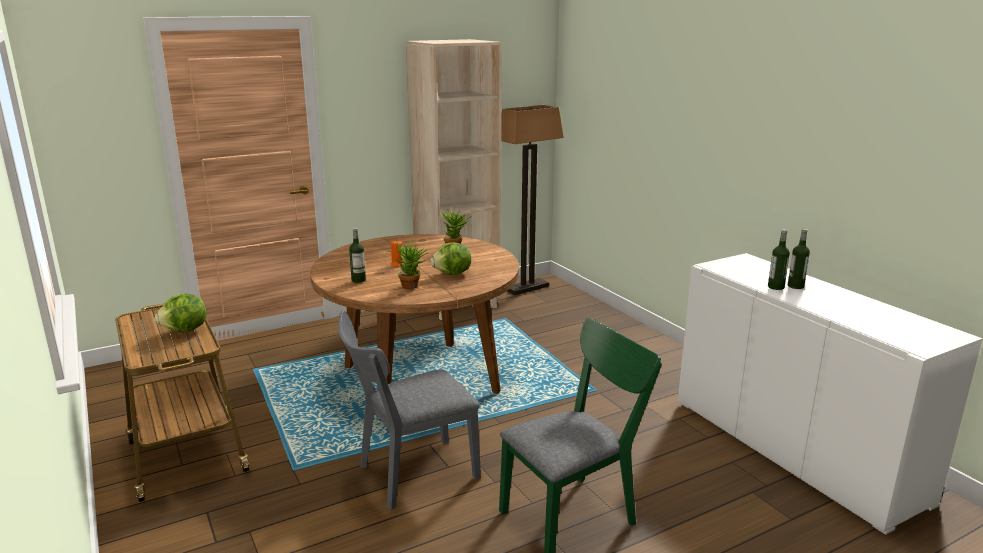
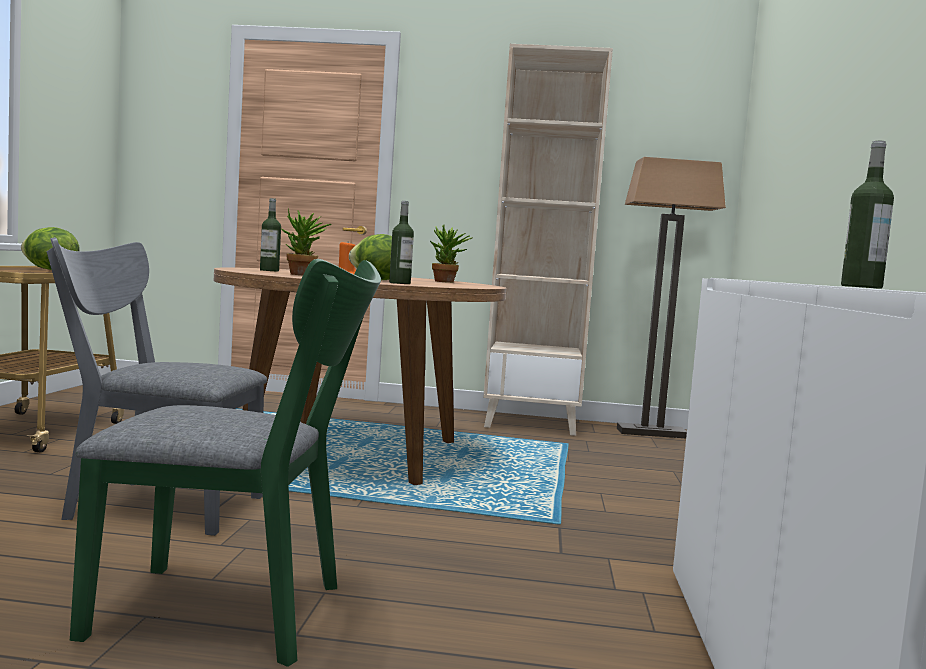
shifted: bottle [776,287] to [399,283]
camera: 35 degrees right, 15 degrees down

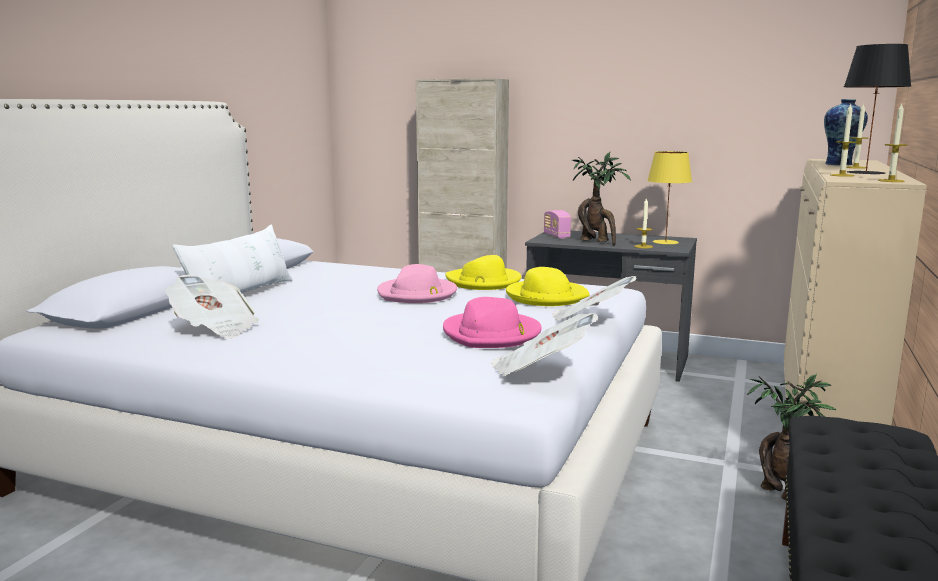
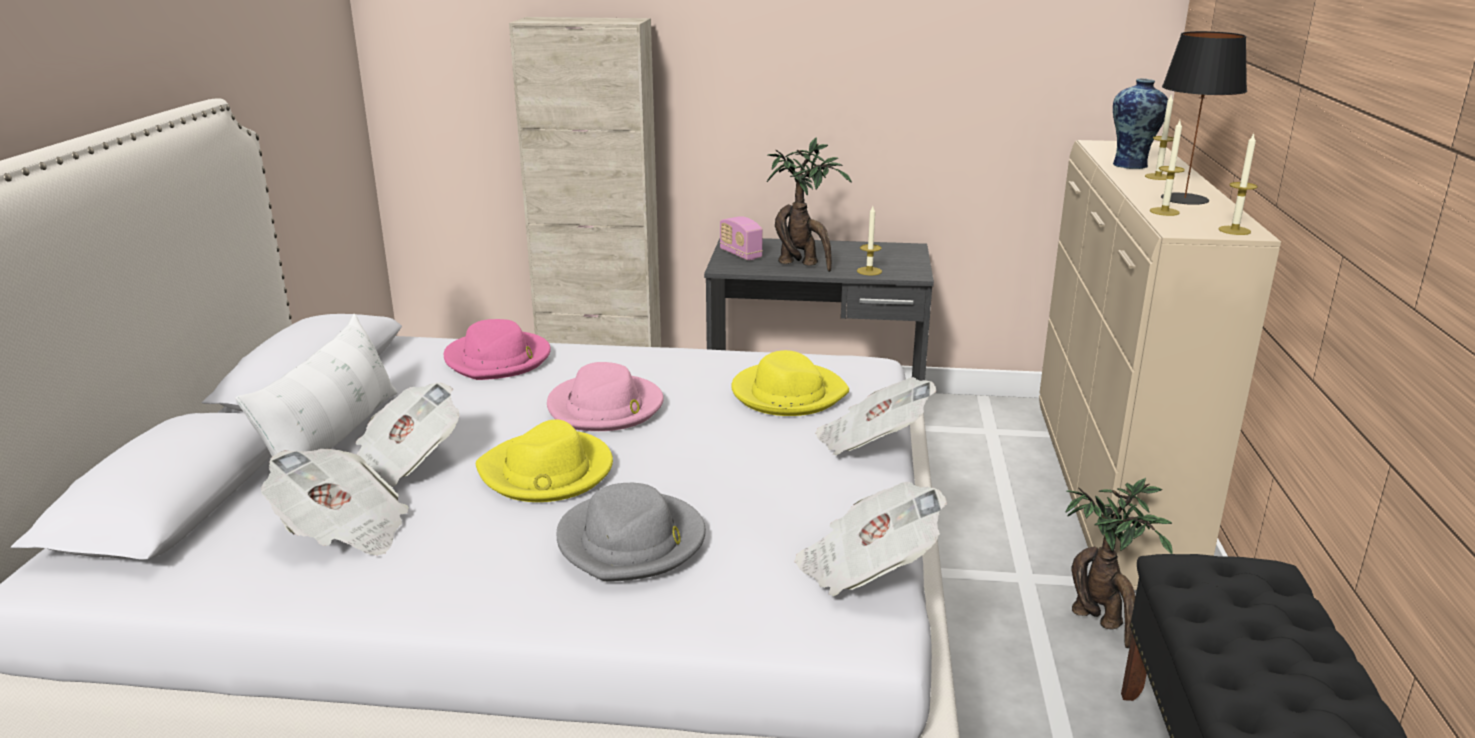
gone: table lamp (yellow) [665,242]
new: newspaper [402,464]; hat (grey) [632,542]
shifted: hat (pink) [492,334] to [498,360]; hat (yellow) [483,282] to [547,472]
camera: 15 degrees left, 10 degrees up

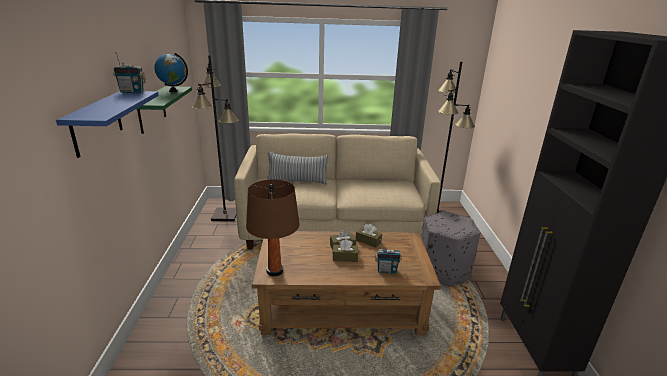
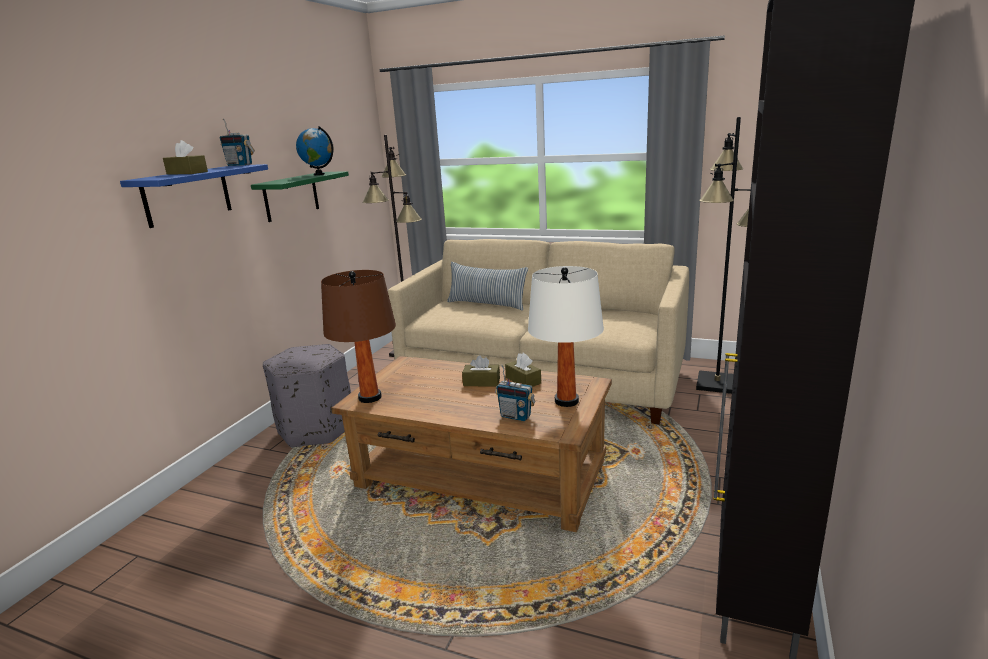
new: table lamp (white) [566,401]
shifted: tissue box (brown) [345,257] to [187,173]; ottoman (grey) [443,270] to [316,429]
camera: 25 degrees right, 5 degrees down

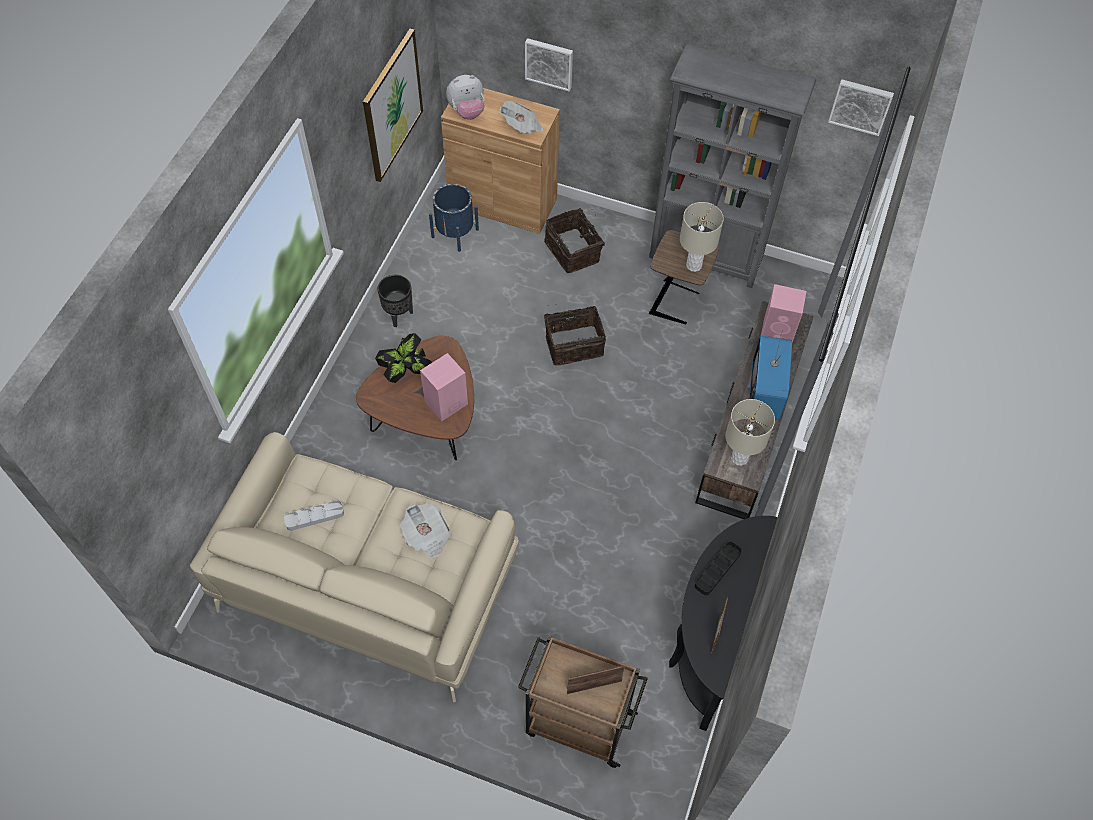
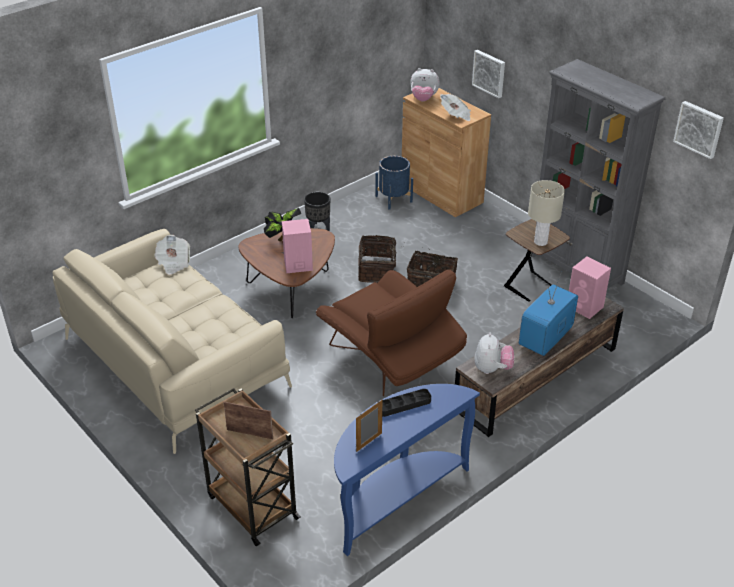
gone: tray (grey) [314,517]; picture [392,105]
new: armchair (brown) [392,359]
shifted: newspaper [427,536] to [173,263]; basket [573,250] to [377,270]
swapped: table lamp (beige) [739,458] to plush toy [492,369]
repainted: console table (black) [707,639] to console table (blue) [395,498]
camera: 30 degrees right, 20 degrees down

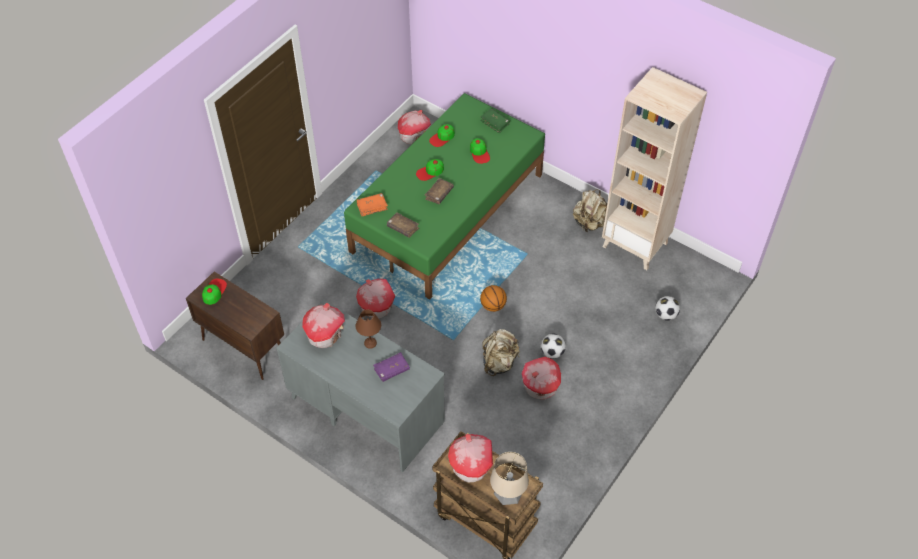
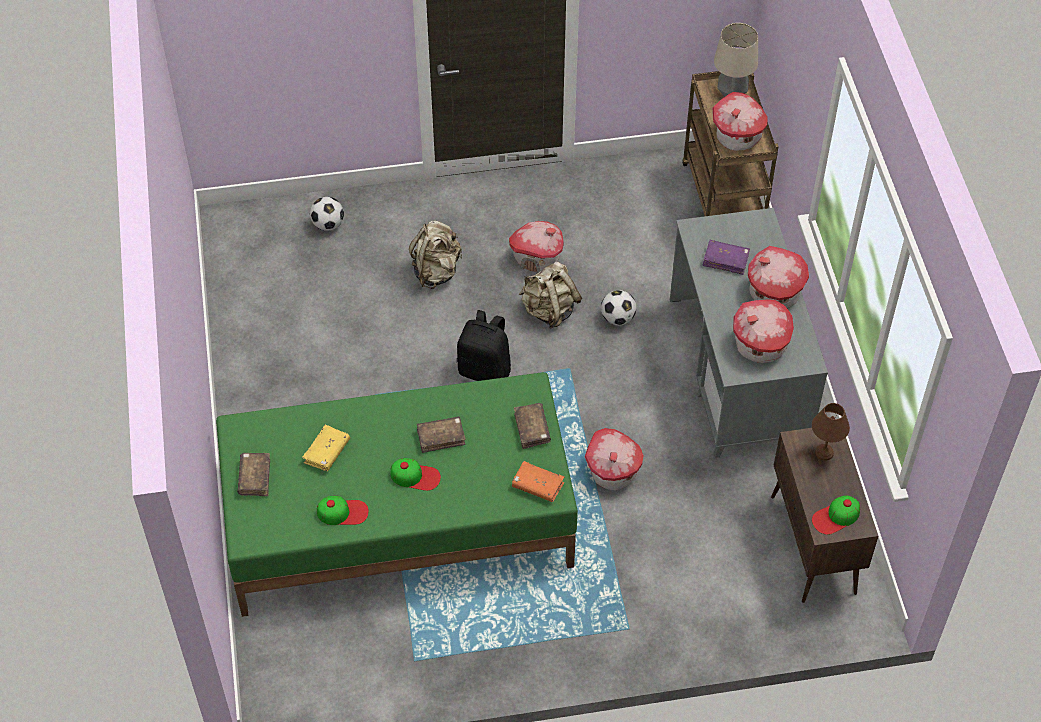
gone: bookcase (beige) [635,245]
shifted: table lamp (brown) [370,343] to [825,452]; toy house [414,135] to [773,293]; football [552,352] to [617,318]; backpack (beige) [589,223] to [436,271]
swapped: cap [479,153] to book (yellow) [327,452]; basketball [493,306] to backpack (black) [485,370]
repainted: book (green) [495,123] to book (brown) [254,478]
camera: 135 degrees left, 0 degrees up

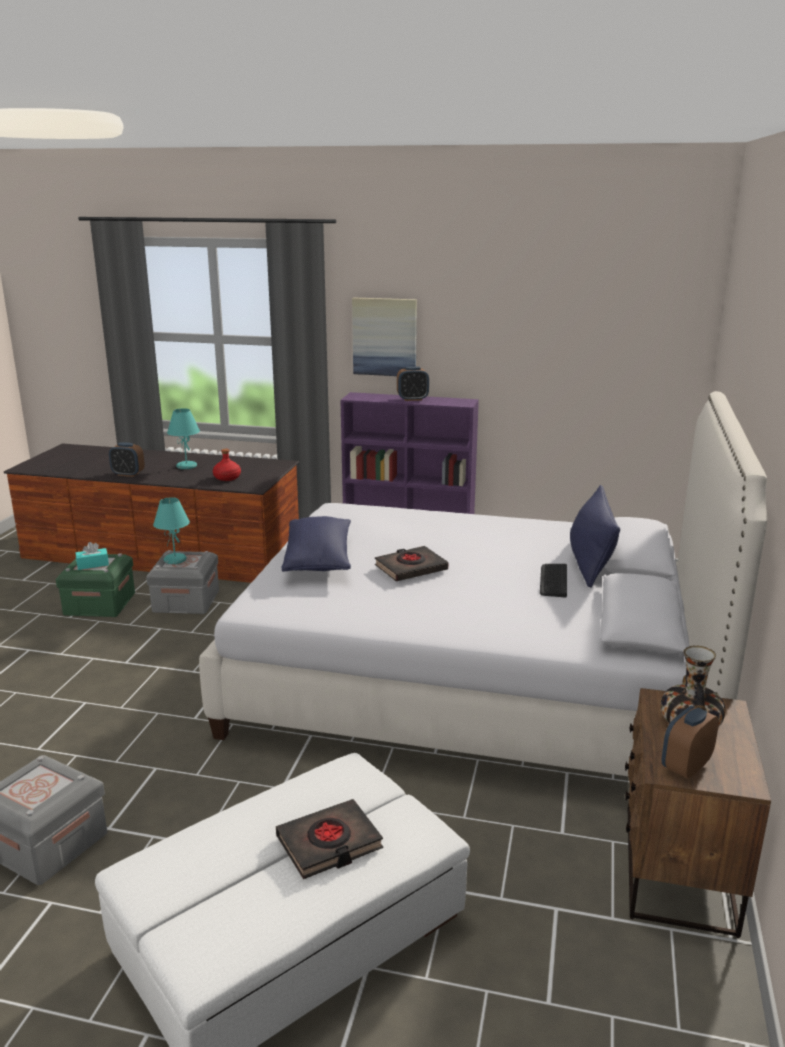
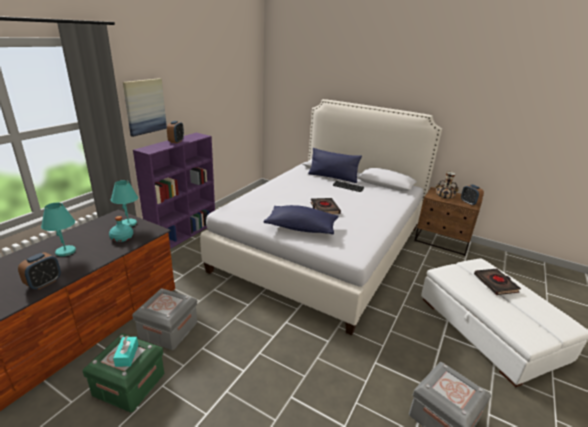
shifted: table lamp (turquoise) [175,560] to [129,224]
repainted: bottle (red) [227,478] to bottle (turquoise) [122,238]
camera: 75 degrees left, 5 degrees up

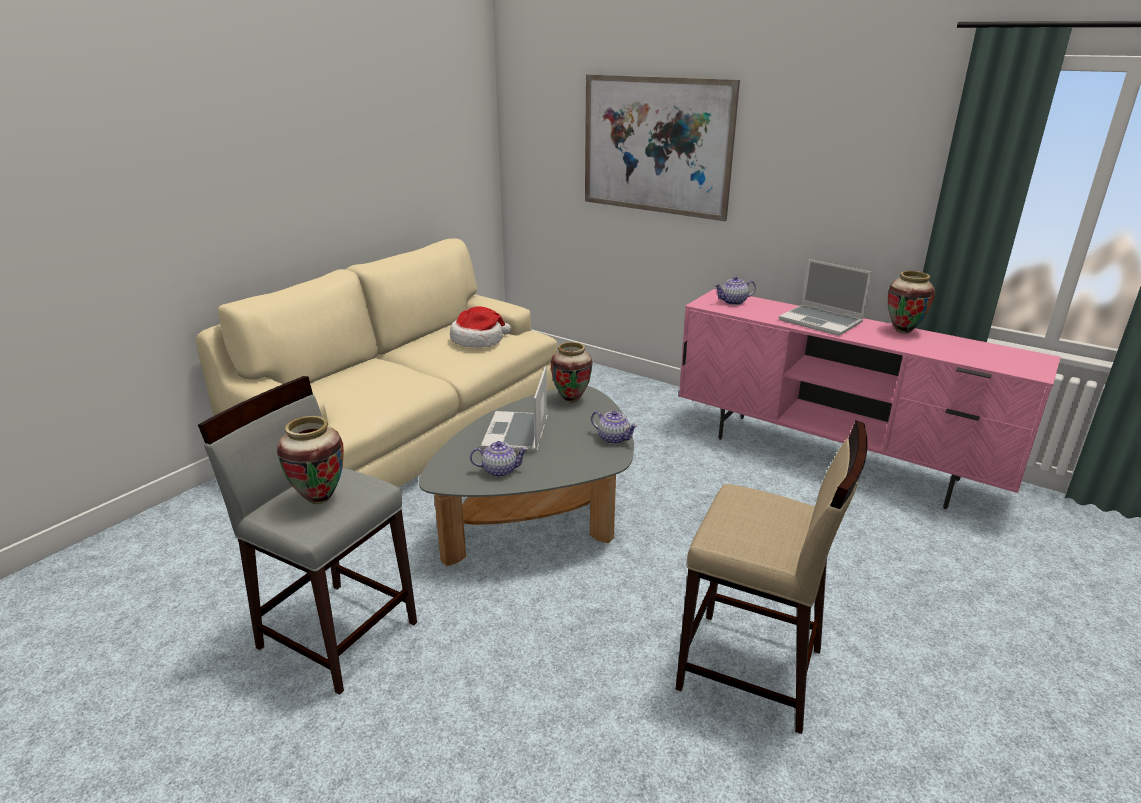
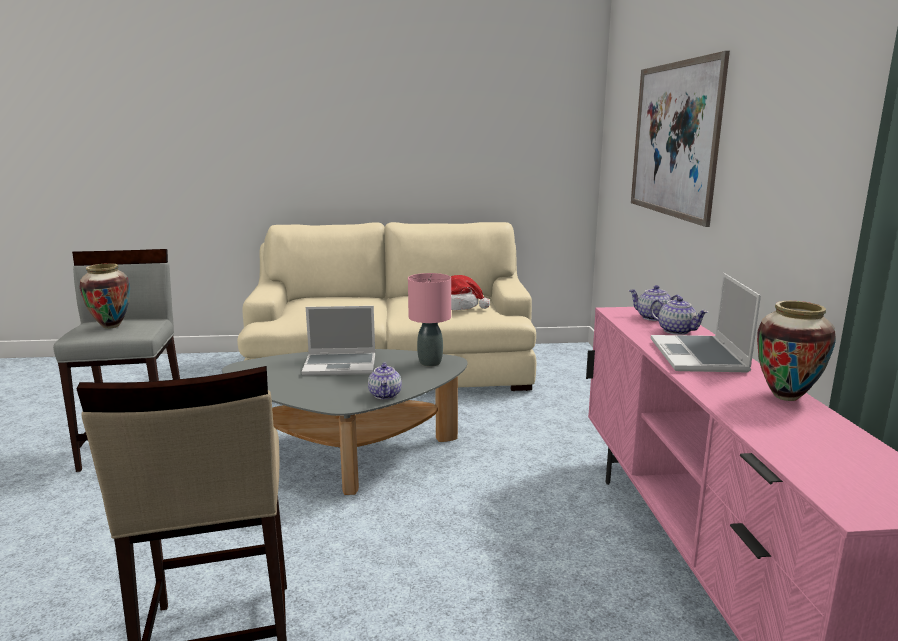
shifted: teapot [500,470] to [676,331]
swapped: vase [571,399] to table lamp (pink) [430,362]
rotated: laptop [517,434] = [341,365] 150 degrees counterclockwise
camera: 50 degrees right, 10 degrees down

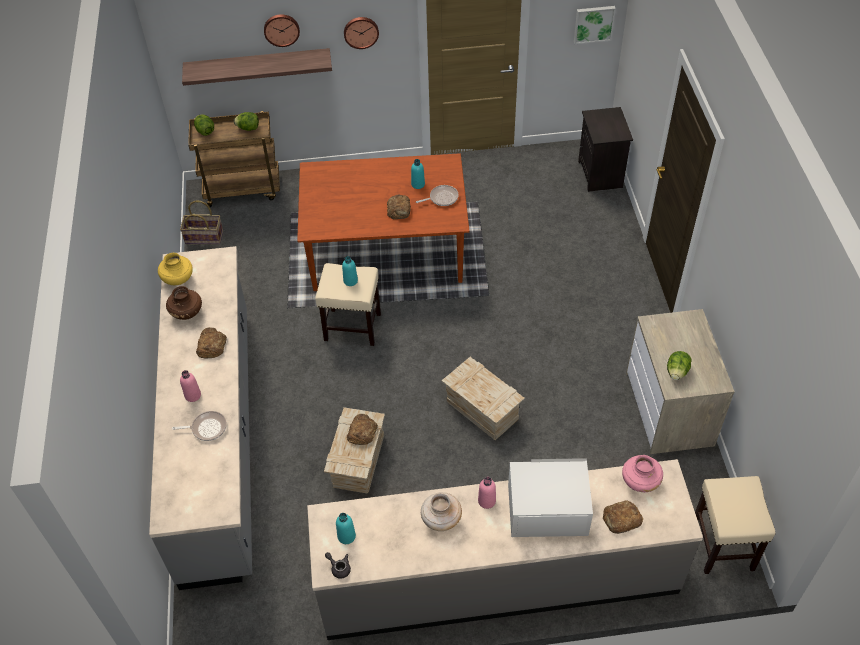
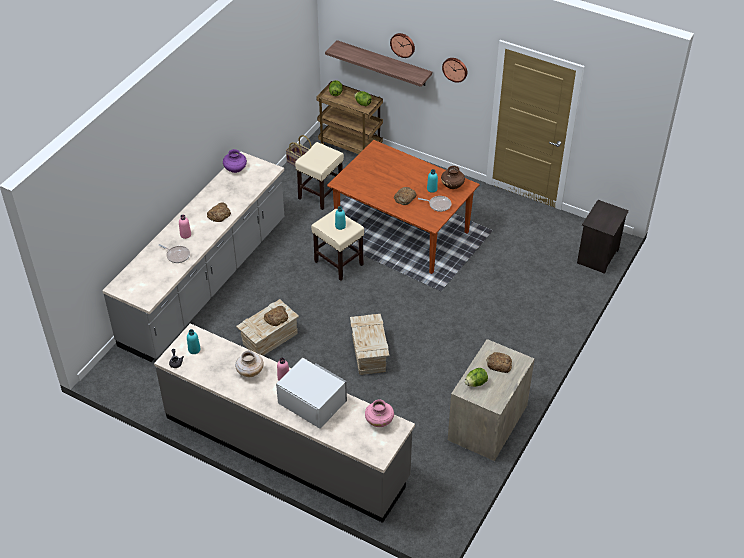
gone: picture [593,23]
shifted: vase (brown) [187,313] to [452,185]; bread [621,519] to [499,364]; stool (beige) [722,544] to [321,194]
repainted: vase (yellow) [178,279] to vase (purple) [235,169]
camera: 35 degrees right, 5 degrees down

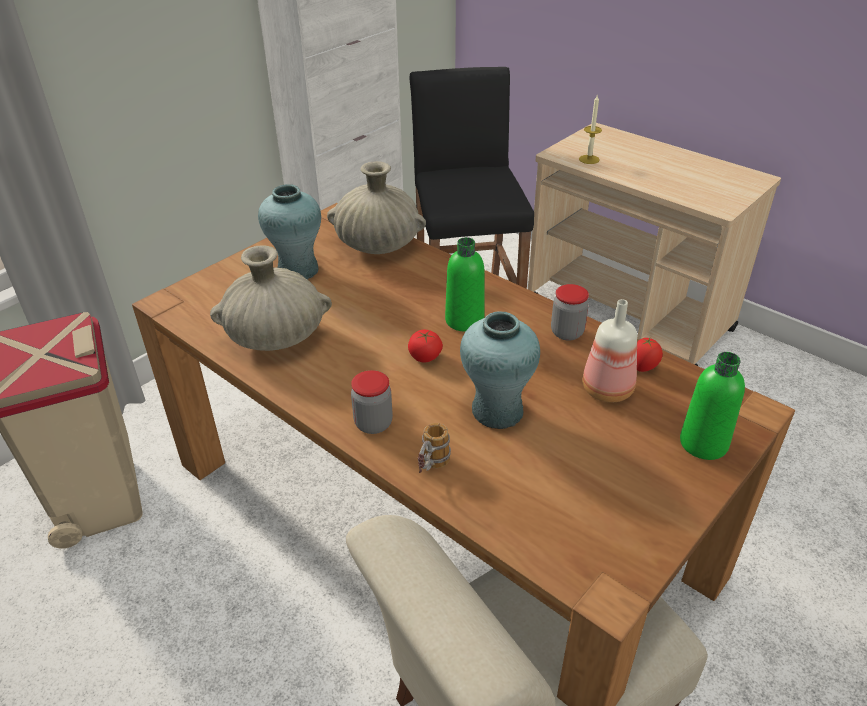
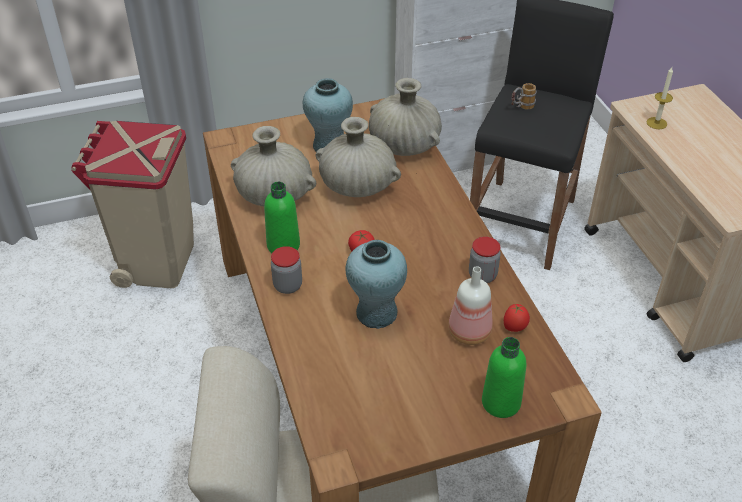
new: vase (beige) [357,186]
shifted: mug [431,467] to [521,108]; bottle (green) [464,320] to [283,245]
camera: 30 degrees right, 5 degrees up

